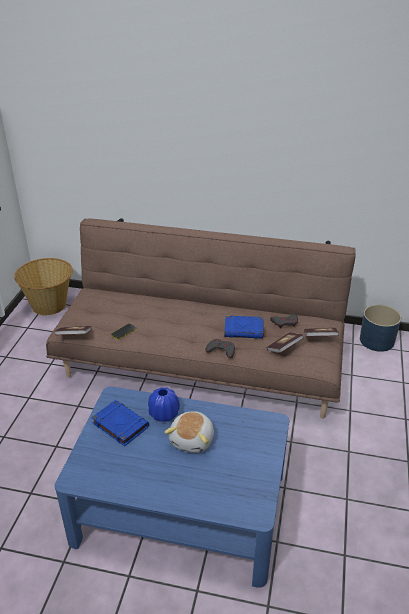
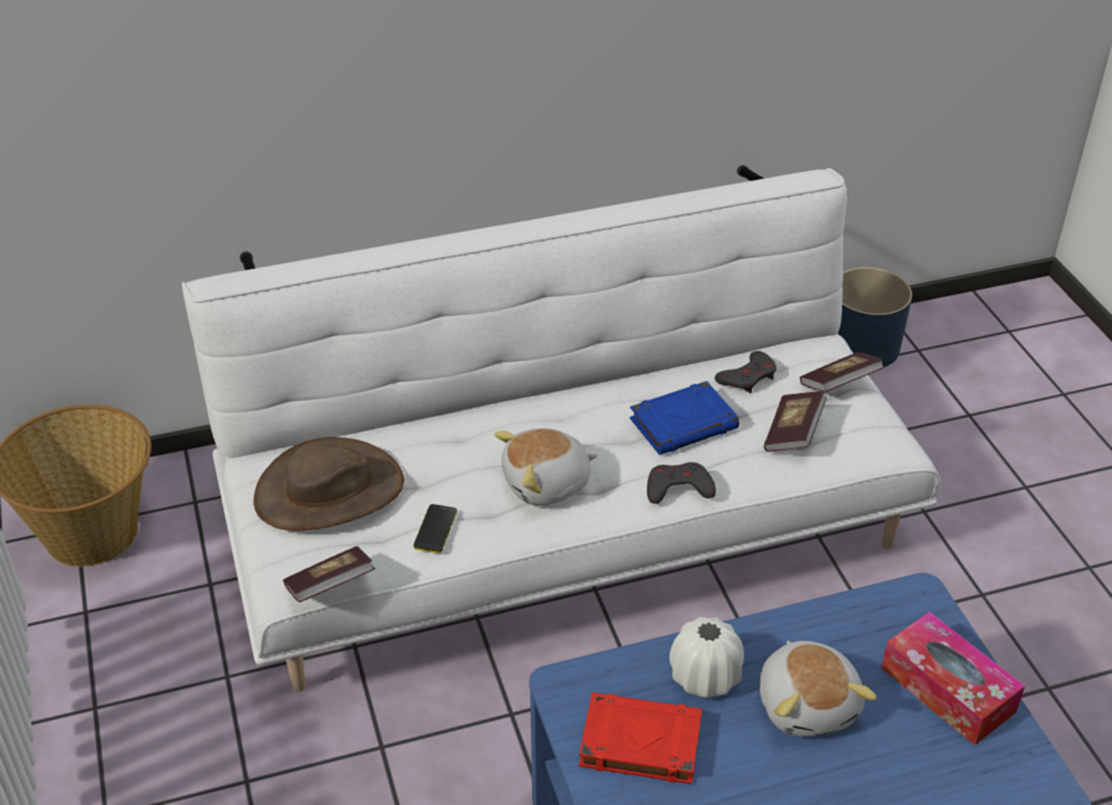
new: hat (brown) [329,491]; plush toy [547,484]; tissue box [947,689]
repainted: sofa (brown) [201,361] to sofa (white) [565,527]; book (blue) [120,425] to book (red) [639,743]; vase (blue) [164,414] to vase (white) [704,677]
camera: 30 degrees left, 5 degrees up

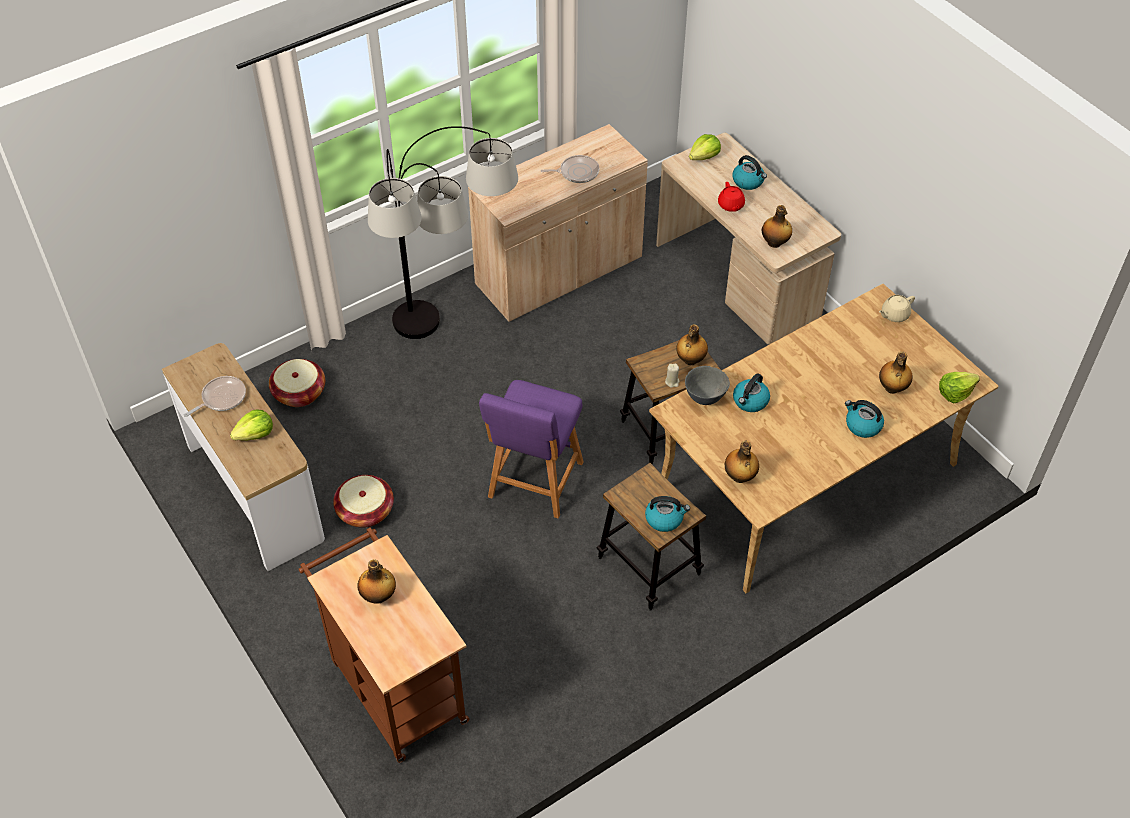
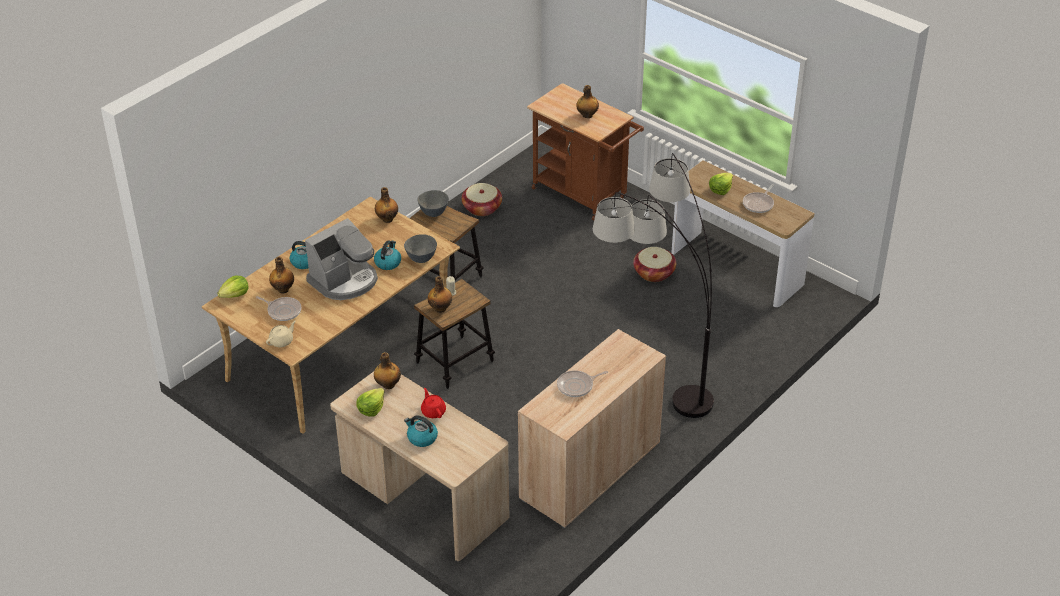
gone: stool (purple) [534,483]
new: frying pan [283,311]; coffee machine [344,281]
shifted: basket [299,393] to [482,208]; lettuce [704,156] to [371,408]
swapped: kettle [664,519] to bowl (grey) [433,213]
camera: 165 degrees right, 10 degrees down

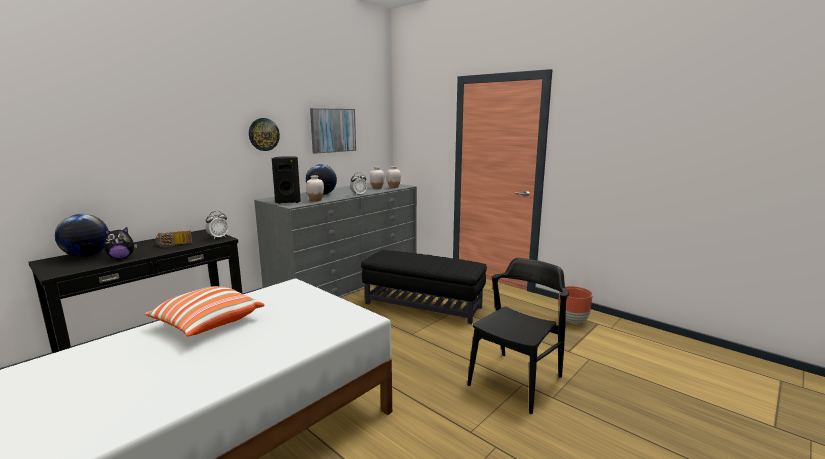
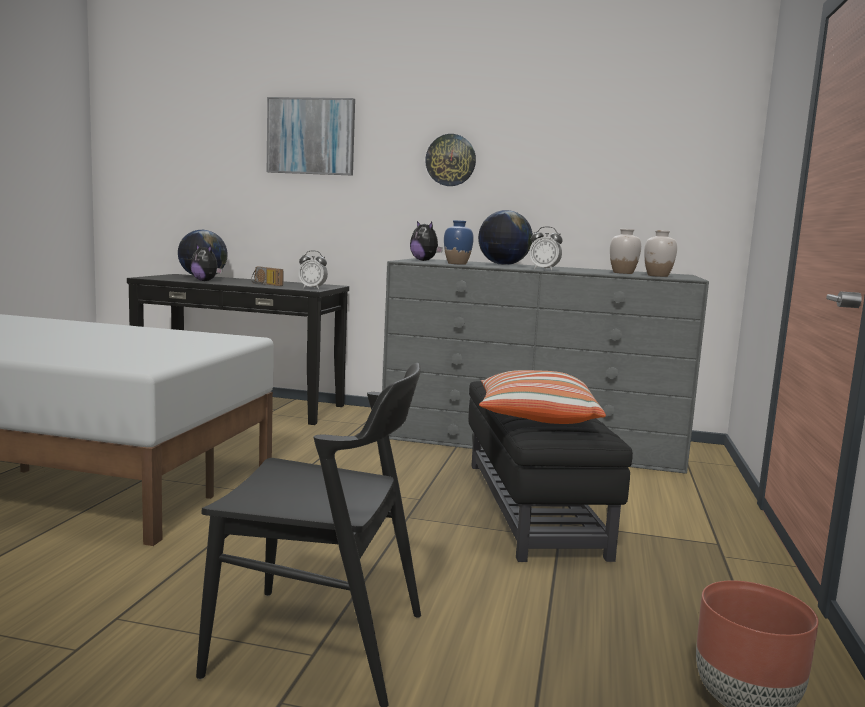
shifted: pillow [207,323] to [535,418]; picture [333,130] to [311,136]
swapped: speaker (black) [288,202] to plush toy [424,261]
repainted: vase (white) [315,200] to vase (blue) [457,264]
camera: 60 degrees right, 5 degrees down

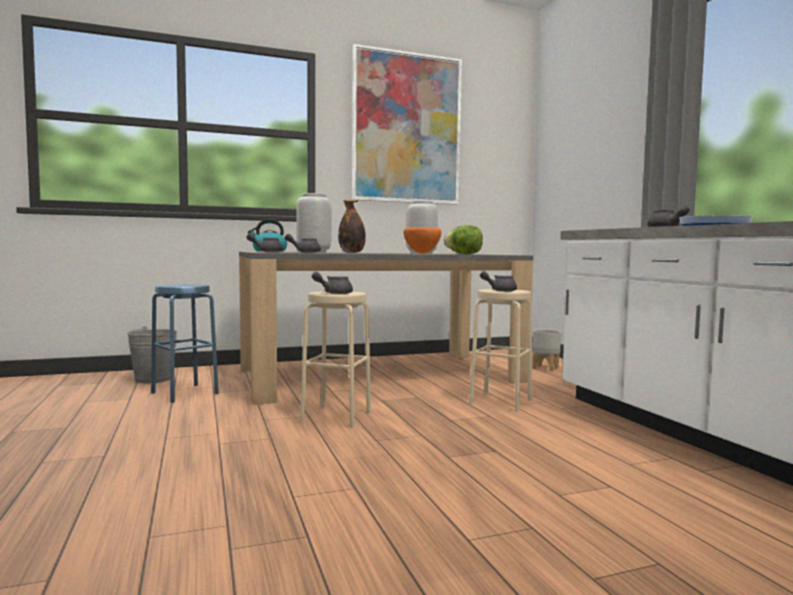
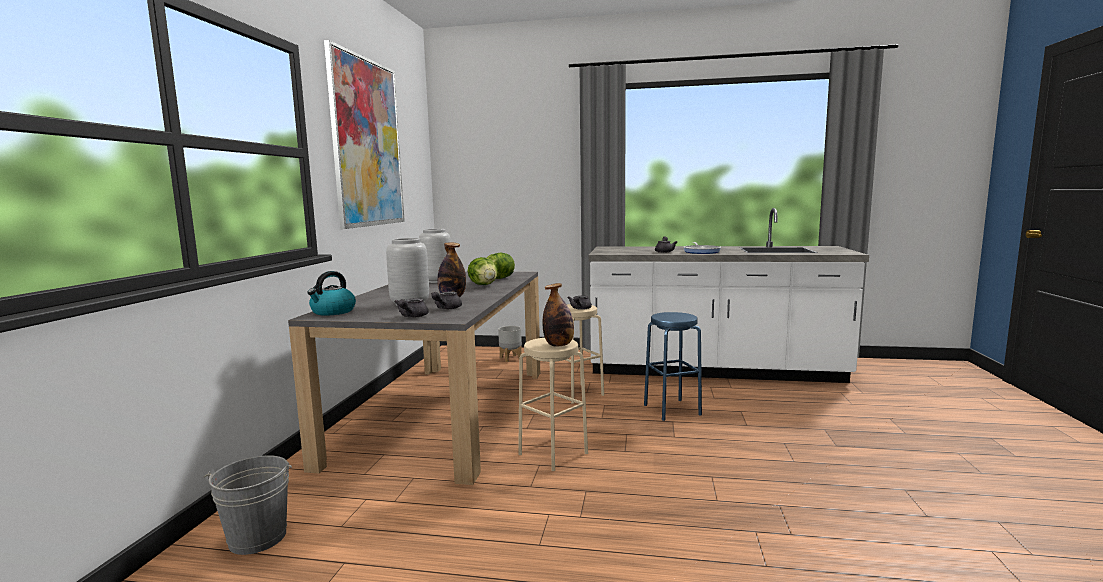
shifted: stool (blue) [184,393] to [672,410]
swapped: teapot (grey) [334,293] to bottle [559,345]; bowl (orange) [422,253] to lettuce [484,285]
camera: 60 degrees left, 5 degrees up

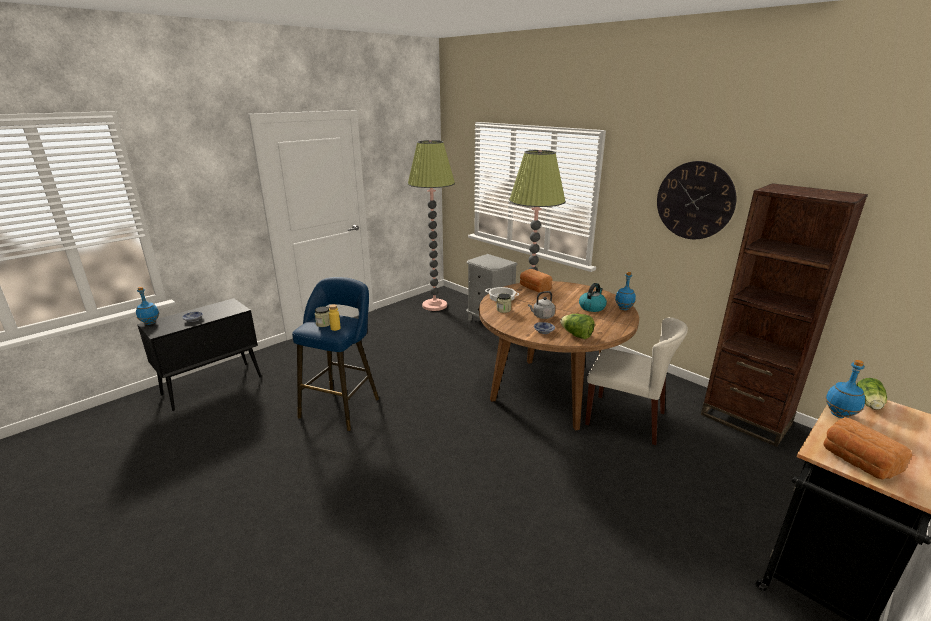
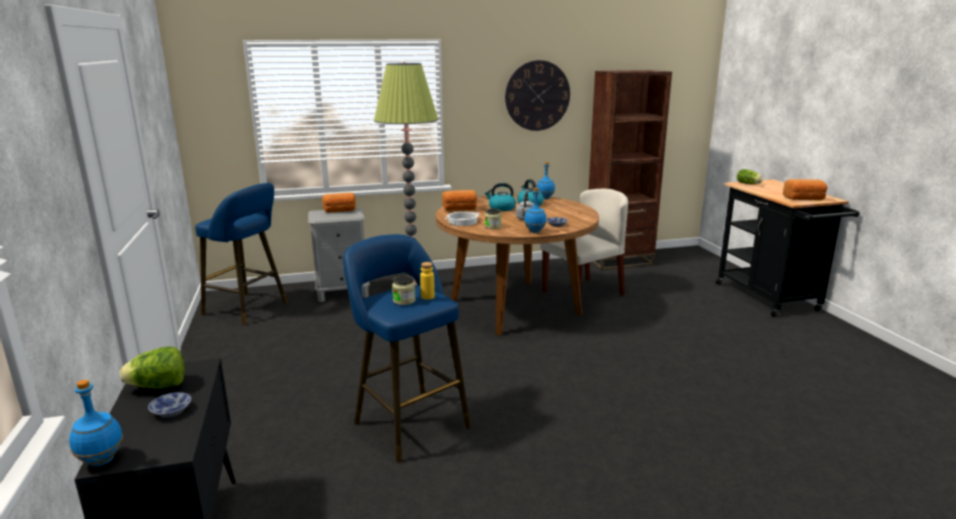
new: bread [340,211]; kettle [501,208]
shifted: lettuce [576,335] to [159,387]; bottle (blue) [840,415] to [535,231]
swapped: floor lamp [434,305] to stool (blue) [249,309]
camera: 60 degrees left, 5 degrees down

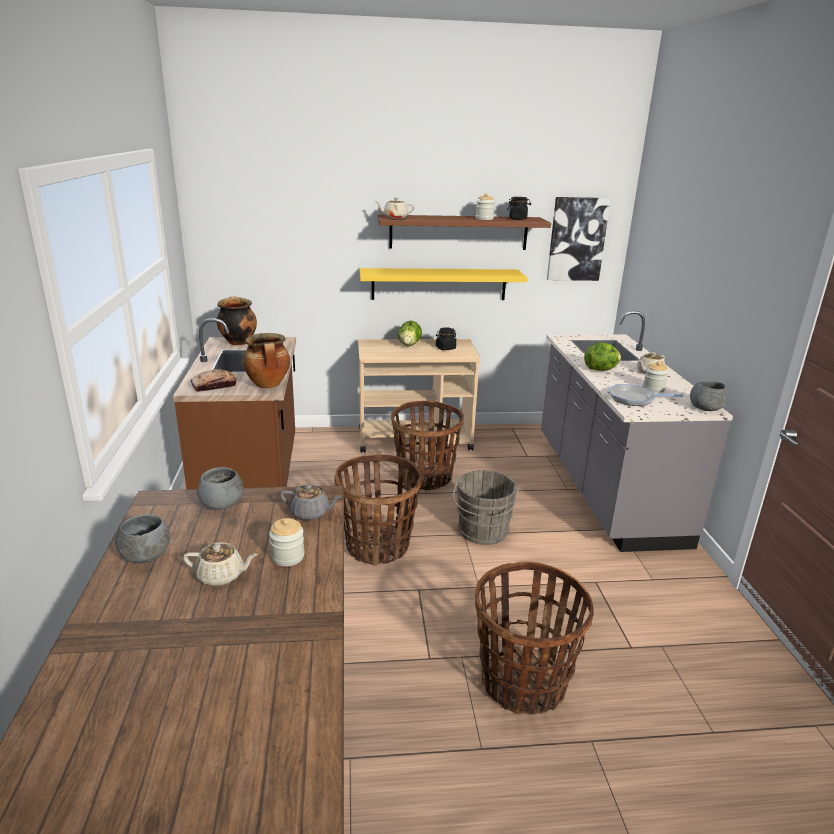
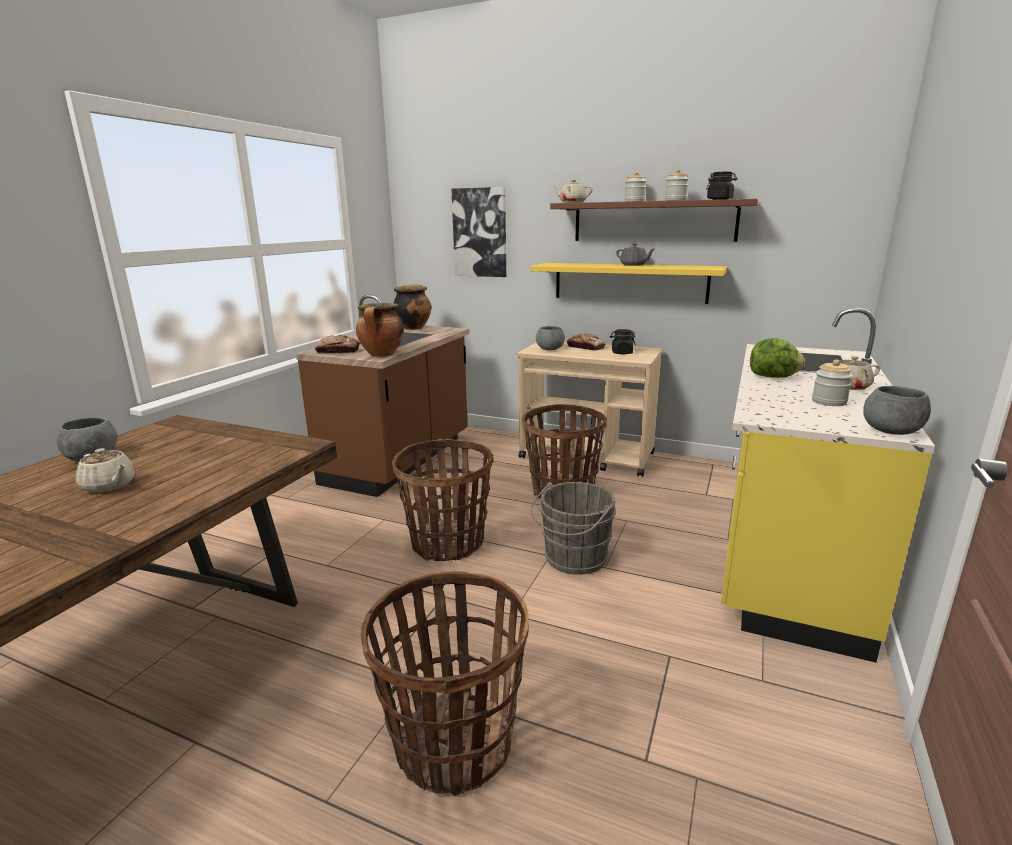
gone: frying pan [634,399]
shifted: bowl (grey) [222,504] to [550,349]; jar [287,557] to [634,201]; teapot (grey) [310,513] to [634,265]; picture [577,239] to [480,233]
swapped: lettuce [409,345] to bread [585,347]
repainted: counter (grey) [605,488] to counter (yellow) [785,549]
camera: 30 degrees right, 5 degrees down

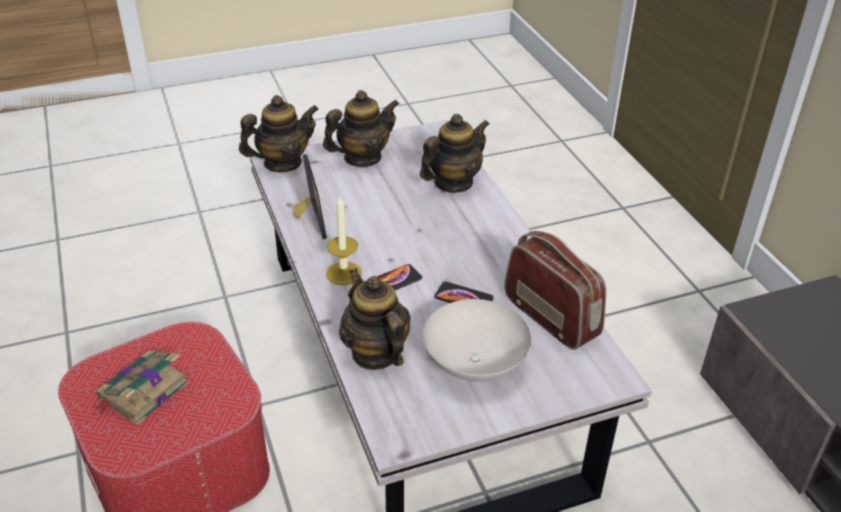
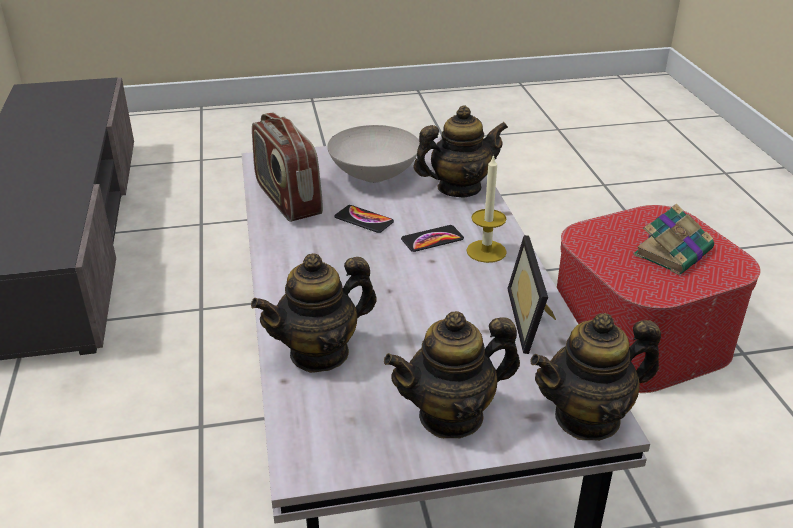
rotated: teapot [375,353] = [459,188] 90 degrees counterclockwise
camera: 170 degrees left, 5 degrees down

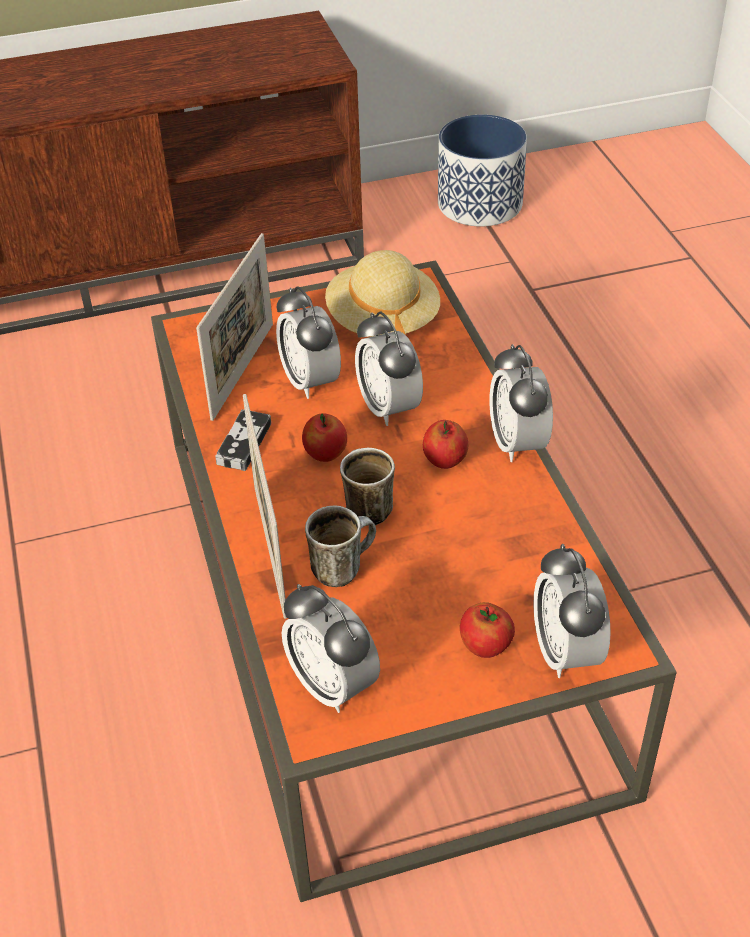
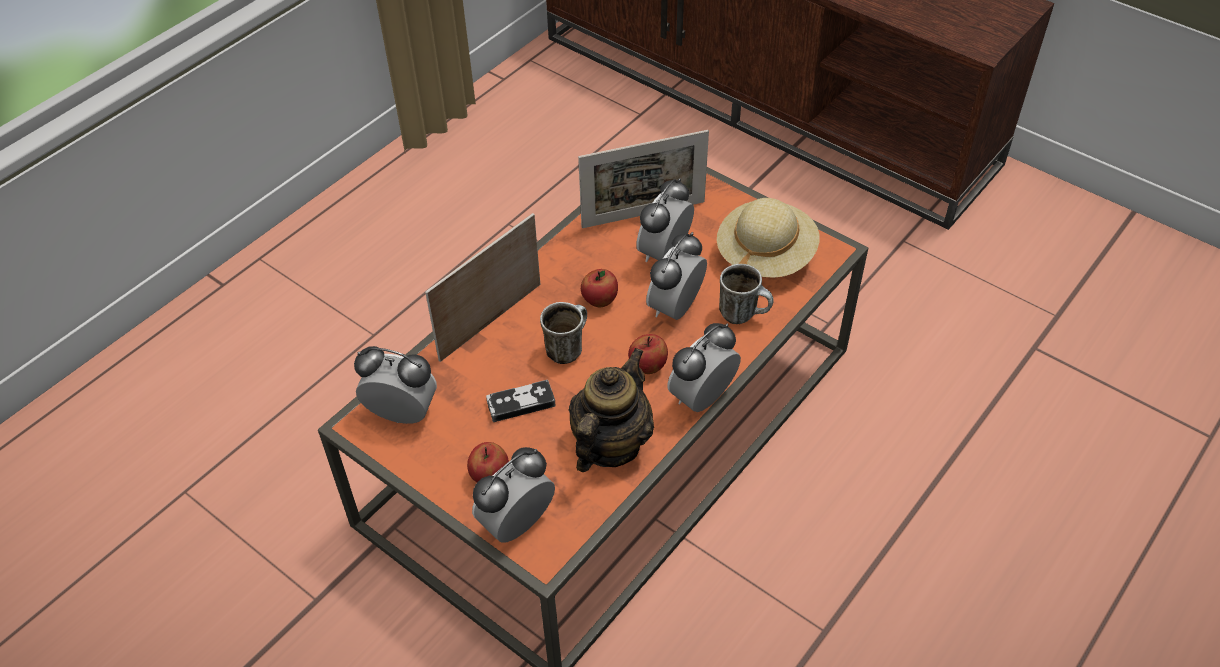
gone: planter [479,205]
new: teapot [610,445]
shifted: game controller [244,443] to [521,403]; mug [342,567] to [744,314]
rotated: alarm clock [333,685] = [402,414] 90 degrees clockwise
camera: 55 degrees right, 5 degrees up

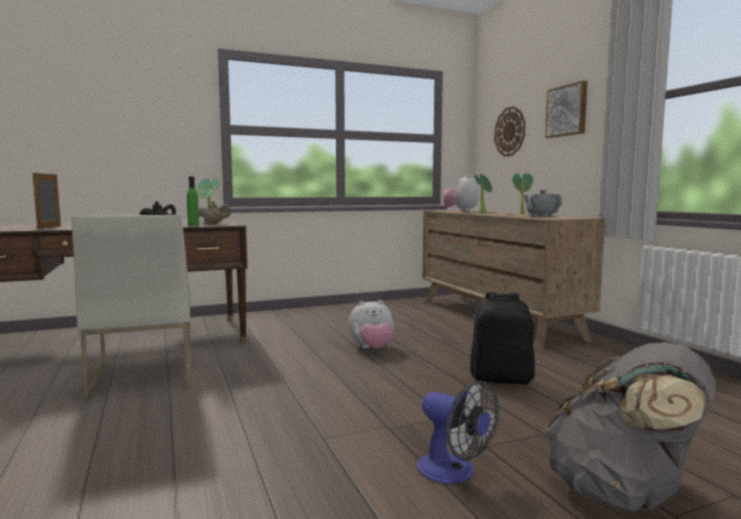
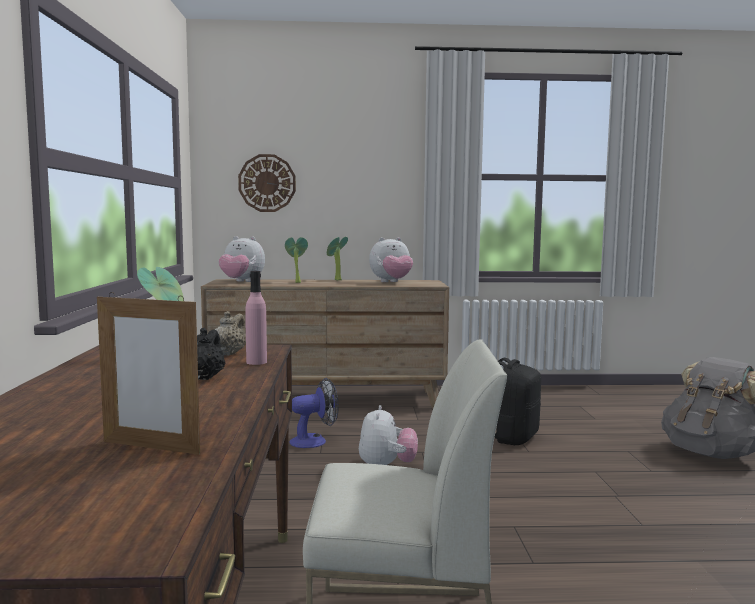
gone: picture [567,110]
shifted: fan [454,472] to [314,441]
swapped: teapot (grey) [541,216] to plush toy [391,282]
repainted: bottle (green) [193,225] to bottle (pink) [256,362]
camera: 70 degrees left, 0 degrees up

